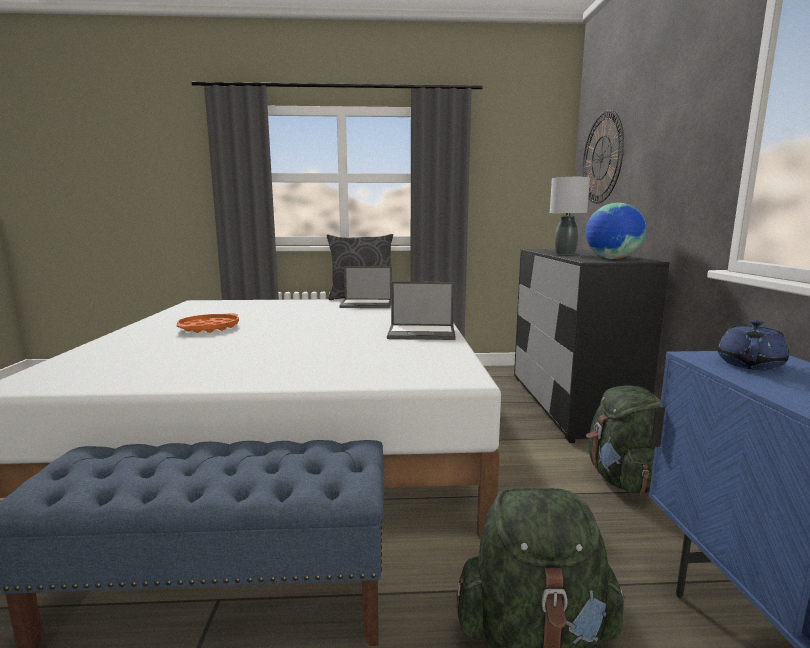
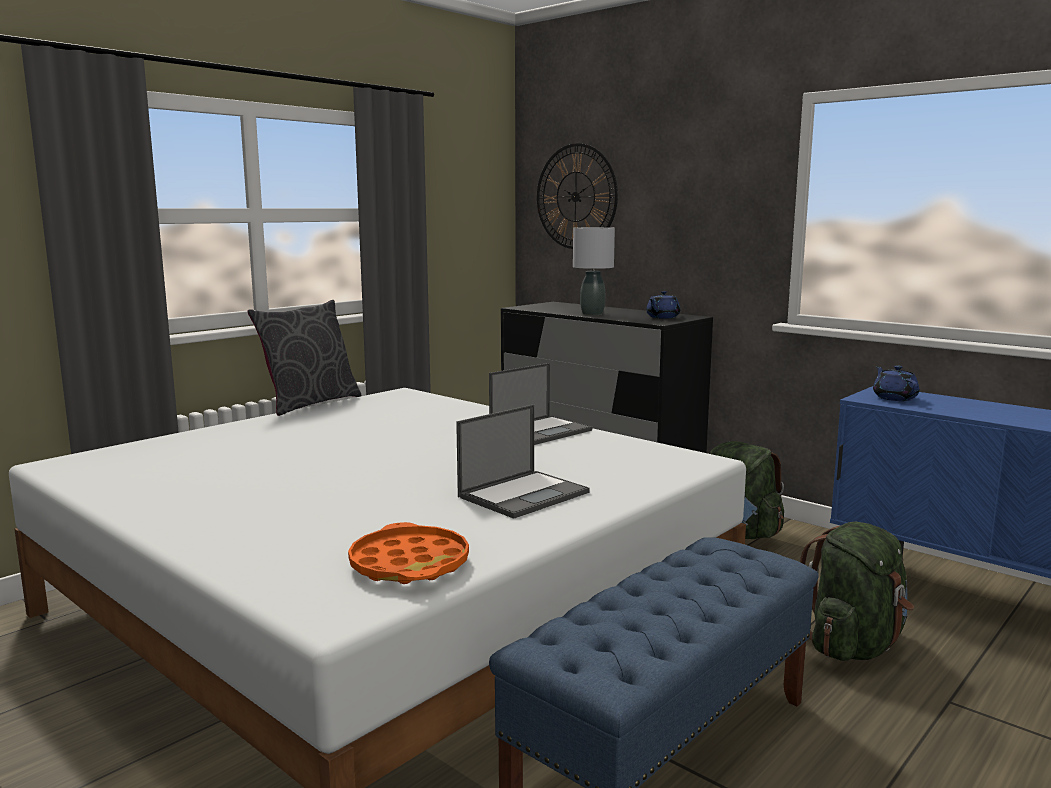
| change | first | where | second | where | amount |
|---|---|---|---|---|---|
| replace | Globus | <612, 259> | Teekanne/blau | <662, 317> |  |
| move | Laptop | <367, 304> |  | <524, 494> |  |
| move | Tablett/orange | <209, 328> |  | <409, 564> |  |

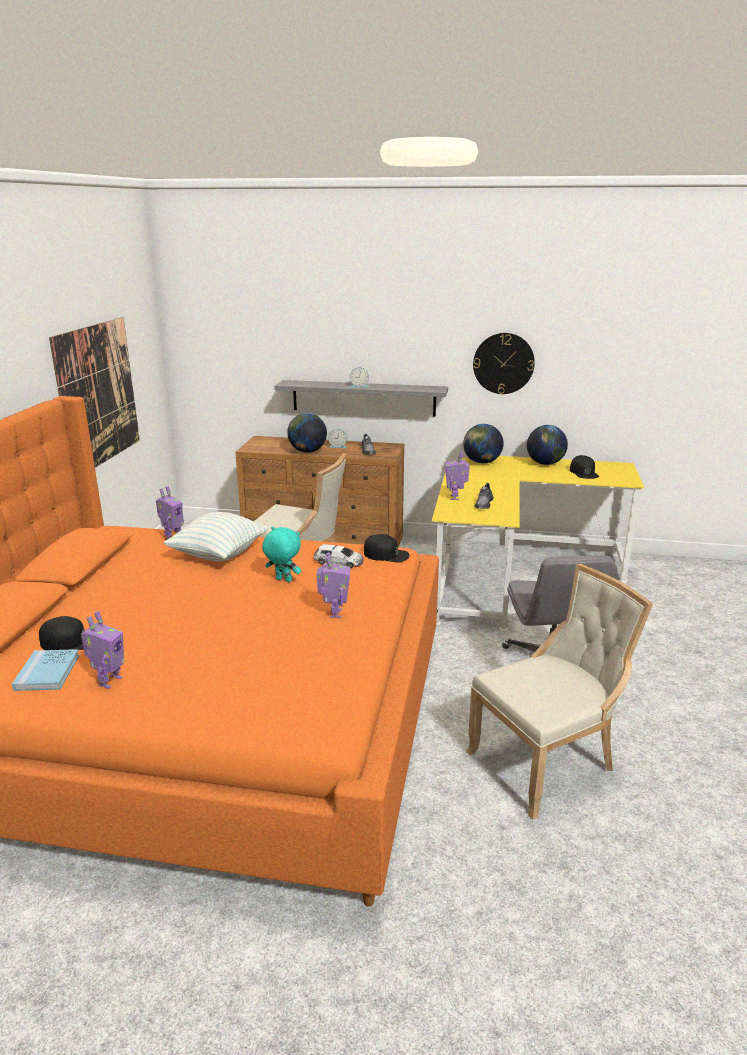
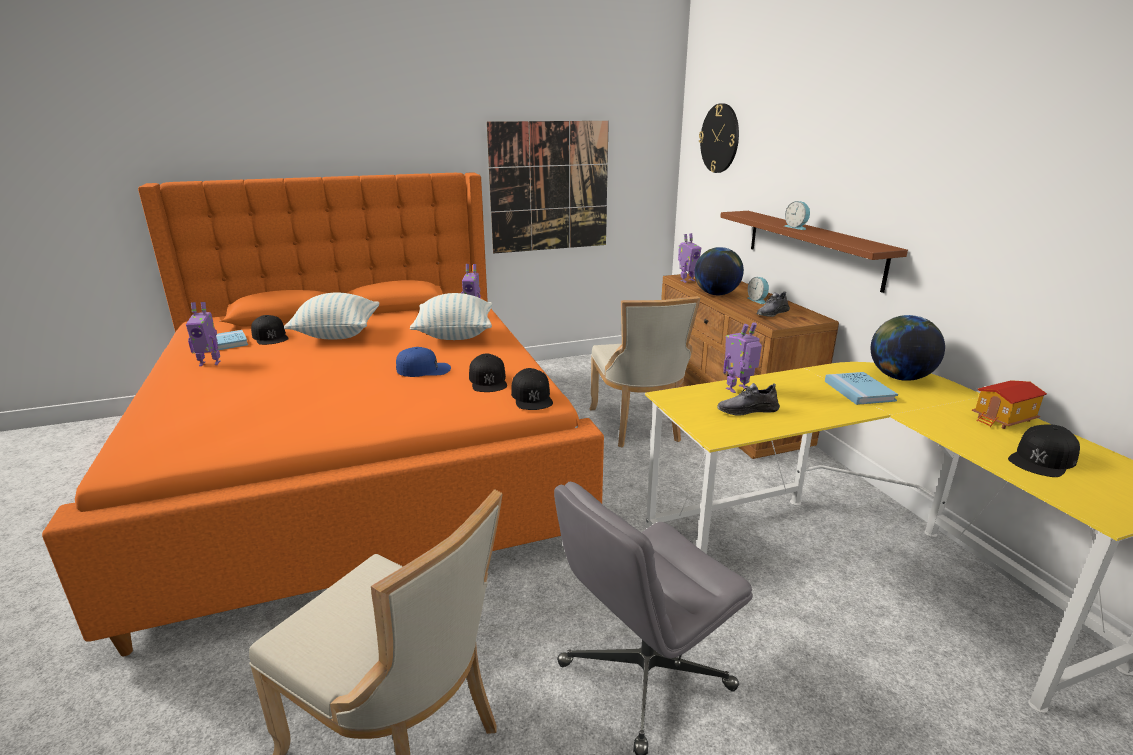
| change | first | where | second | where | amount |
|---|---|---|---|---|---|
| move | Wanduhr | <503, 363> |  | <720, 138> |  |
| recolor | Wandregal/grau | <363, 398> | Wandregal/braun | <812, 247> |  |
| replace | Globus | <545, 463> | Spielzeughaus | <1004, 419> |  |
| replace | Plüschtier/türkis | <283, 580> | Kappe/blau | <424, 369> |  |
| replace | Spielzeugauto | <339, 562> | Kappe/schwarz | <488, 380> |  |
| move | Spielzeugroboter | <334, 613> |  | <686, 280> |  |
| insert |  |  | Kissen | <337, 335> |  |
| insert |  |  | Buch/blau | <859, 391> |  |

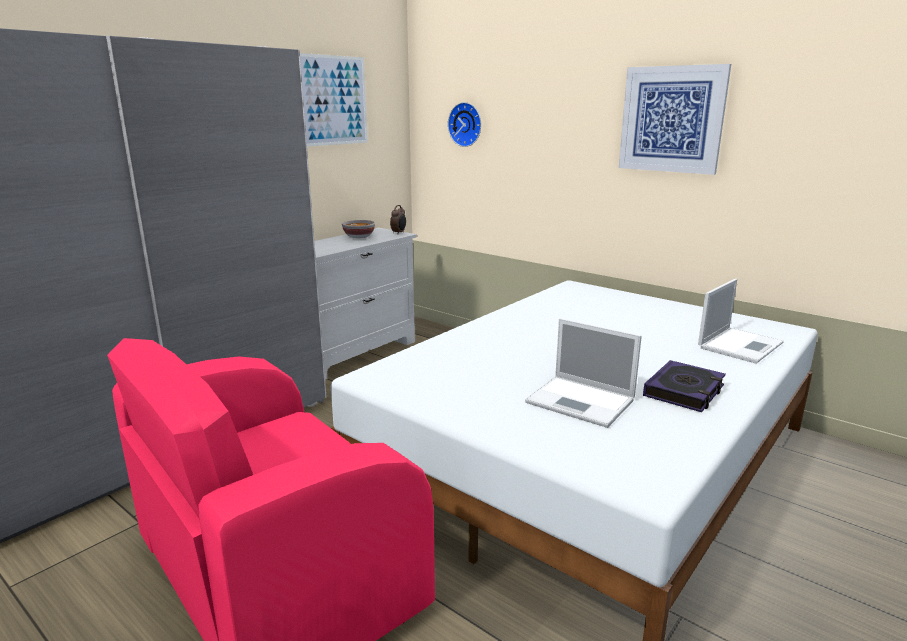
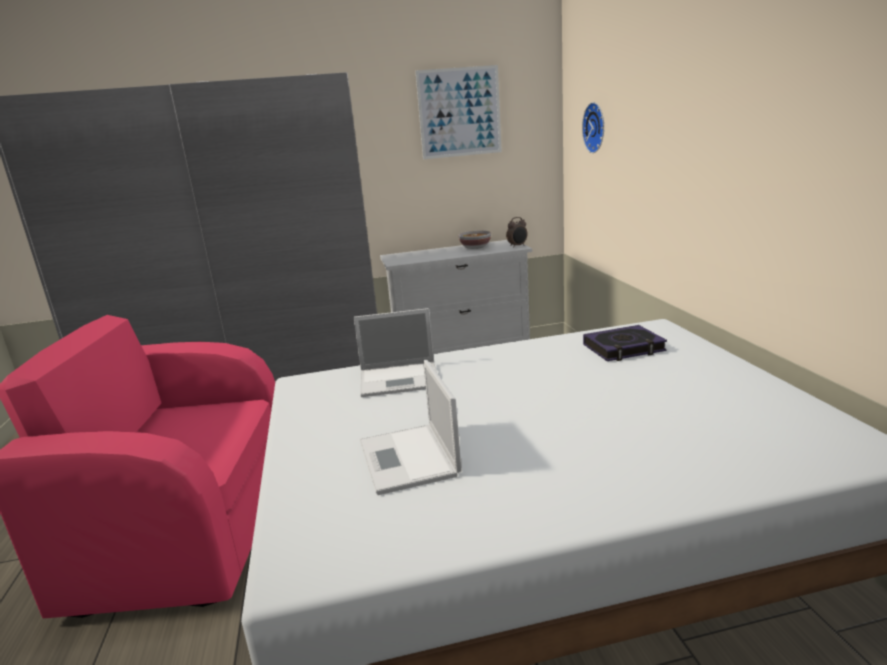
| change | first | where | second | where | amount |
|---|---|---|---|---|---|
| delete | Bild | <671, 119> |  |  |  |
| move | Laptop | <740, 345> |  | <401, 379> |  |
| move | Buch | <684, 391> |  | <623, 348> |  |

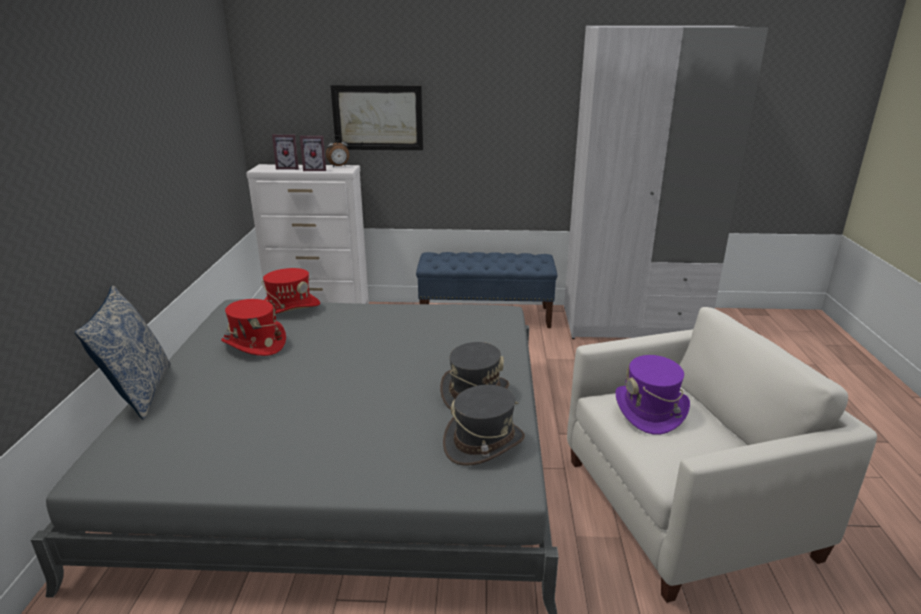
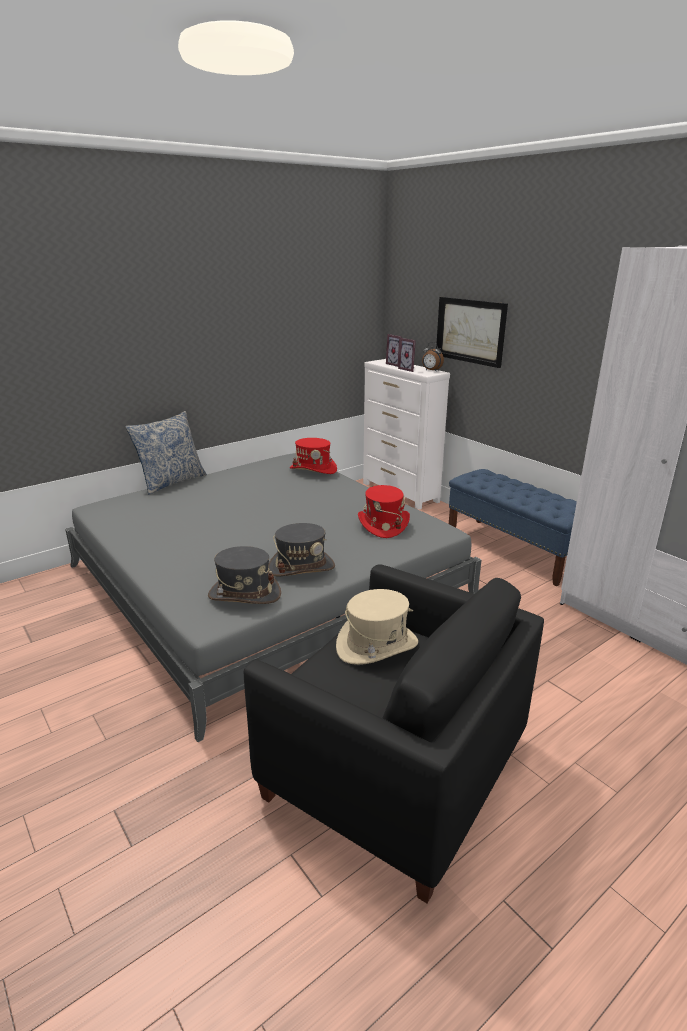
| change | first | where | second | where | amount |
|---|---|---|---|---|---|
| move | Hut/rot | <254, 343> |  | <383, 525> |  |
| recolor | Sessel/weiß | <684, 506> | Sessel/schwarz | <395, 767> |  |
| recolor | Hut/lila | <650, 410> | Hut/beige | <377, 646> |  |

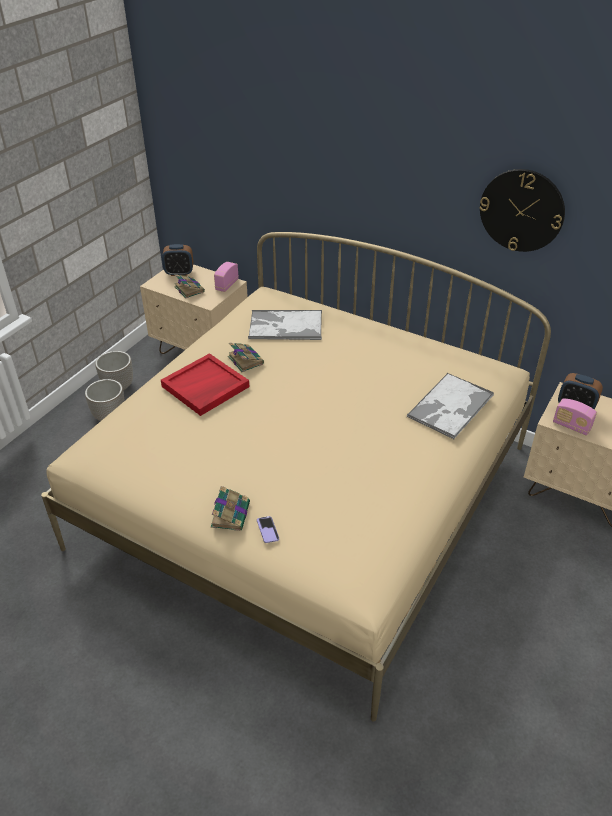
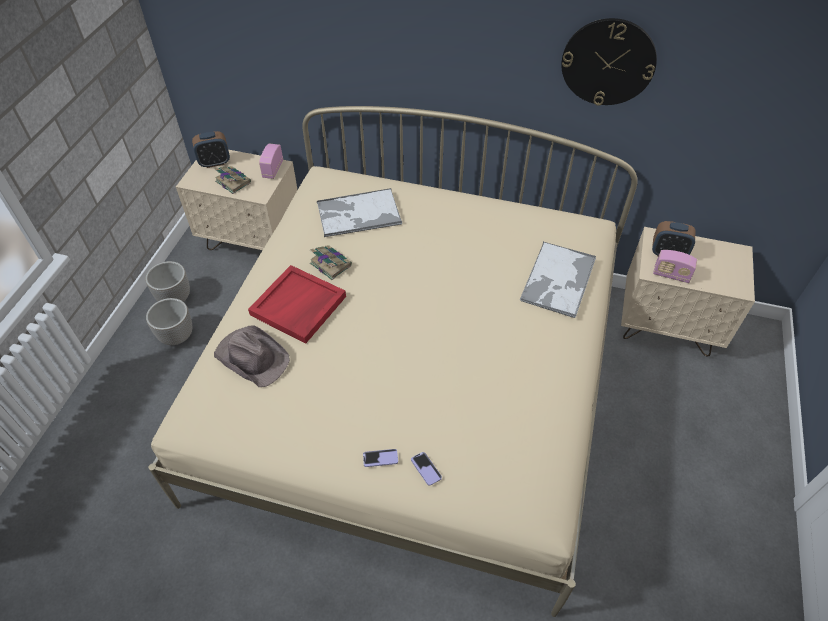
| change | first | where | second | where | amount |
|---|---|---|---|---|---|
| replace | Buch | <230, 514> | Handy | <380, 458> |  |
| insert |  |  | Hut/braun | <252, 357> |  |

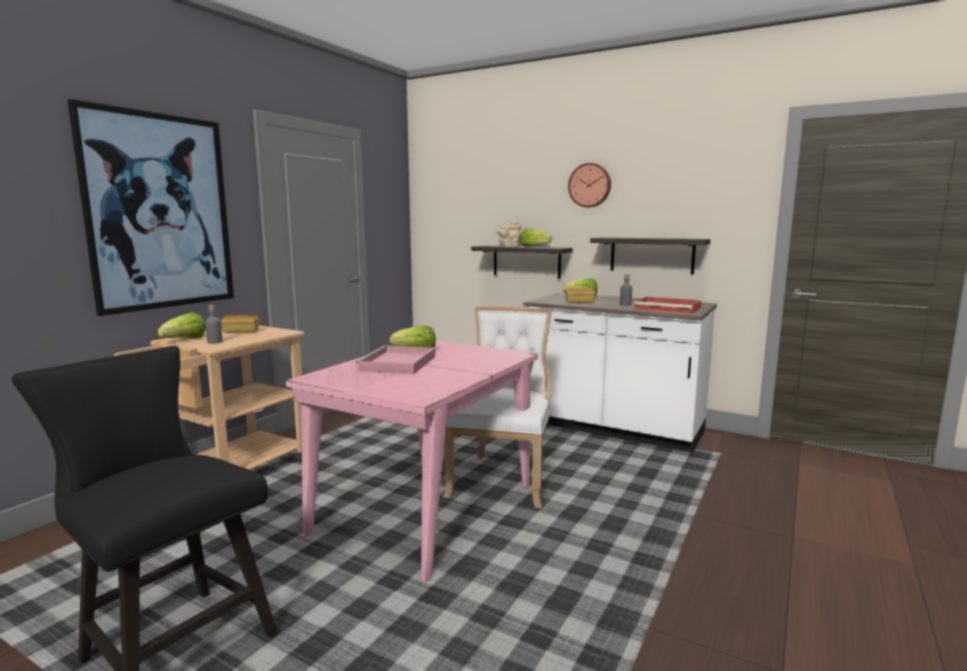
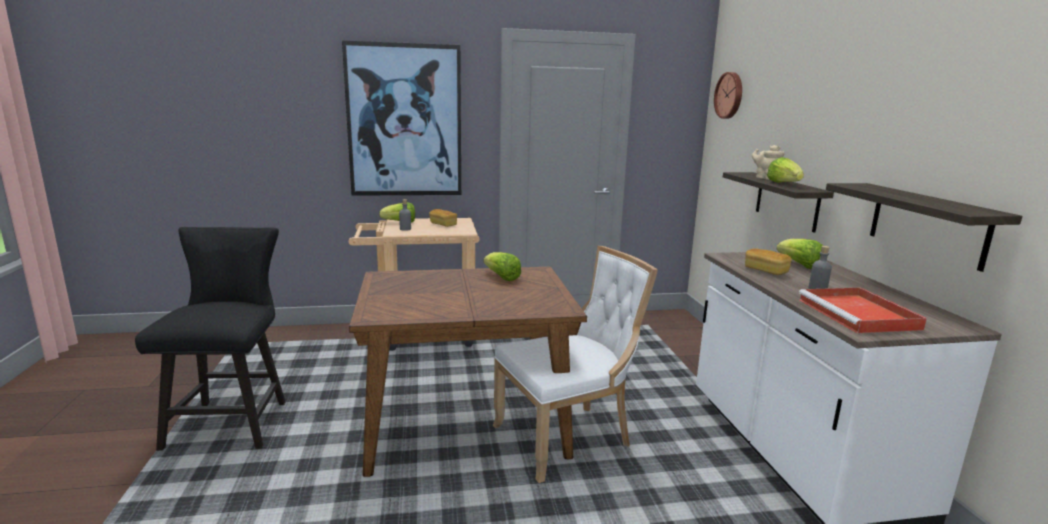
| change | first | where | second | where | amount |
|---|---|---|---|---|---|
| move | Wanduhr | <590, 185> |  | <730, 95> |  |
| recolor | Esstisch/rosa | <426, 508> | Esstisch/braun | <467, 426> |  |
| delete | Tablett/rosa | <398, 364> |  |  |  |

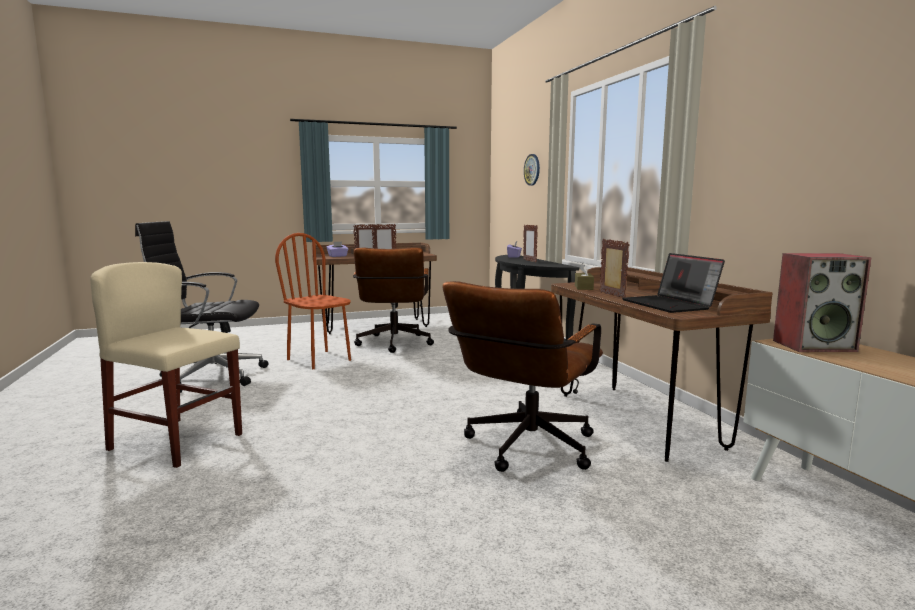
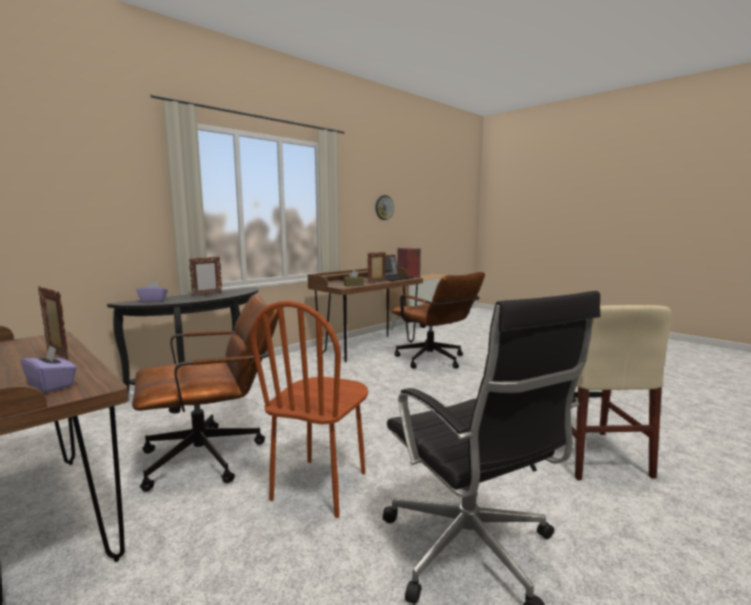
| change | first | where | second | where | amount |
|---|---|---|---|---|---|
| move | Wanduhr | <532, 169> |  | <384, 207> |  |
| rotate | Bürostuhl/braun | <524, 450> |  | <434, 361> | 45 degrees clockwise |

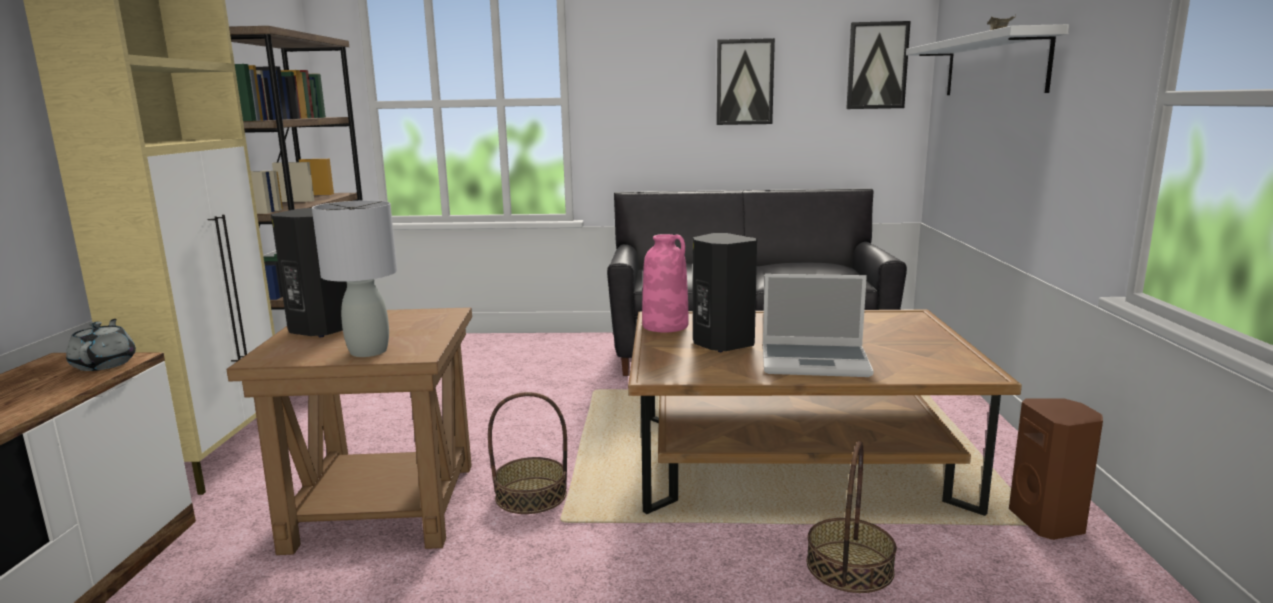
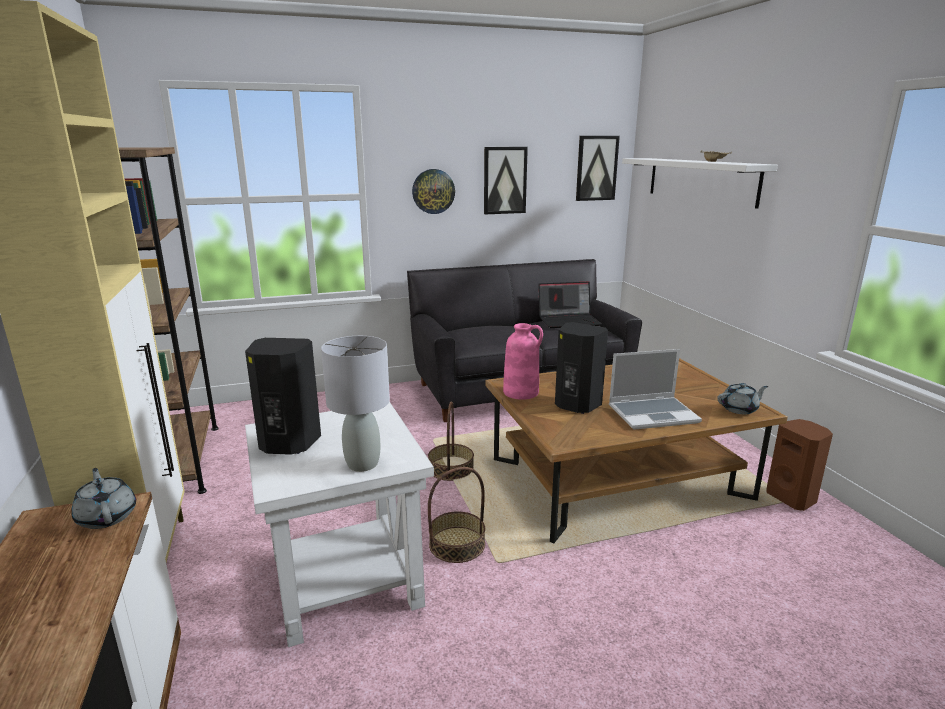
| change | first | where | second | where | amount |
|---|---|---|---|---|---|
| recolor | Beistelltisch/braun | <383, 505> | Beistelltisch/weiß | <343, 578> |  |
| move | Korb | <850, 566> |  | <451, 468> |  |
| insert |  |  | Wanduhr | <433, 191> |  |
| insert |  |  | Laptop | <569, 321> |  |
| insert |  |  | Teekanne/grau | <739, 409> |  |

